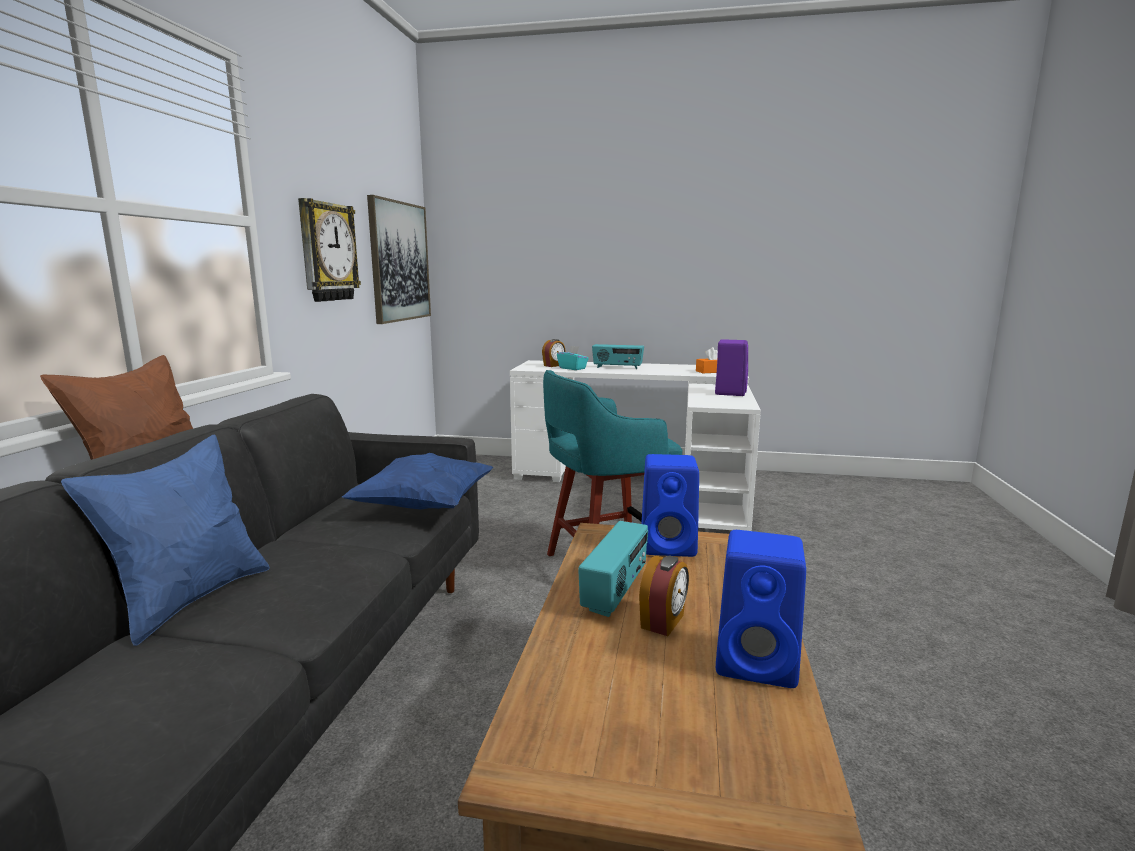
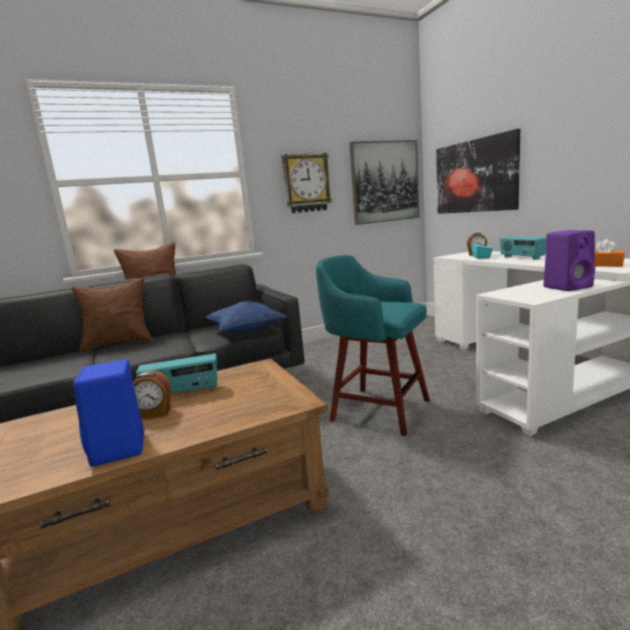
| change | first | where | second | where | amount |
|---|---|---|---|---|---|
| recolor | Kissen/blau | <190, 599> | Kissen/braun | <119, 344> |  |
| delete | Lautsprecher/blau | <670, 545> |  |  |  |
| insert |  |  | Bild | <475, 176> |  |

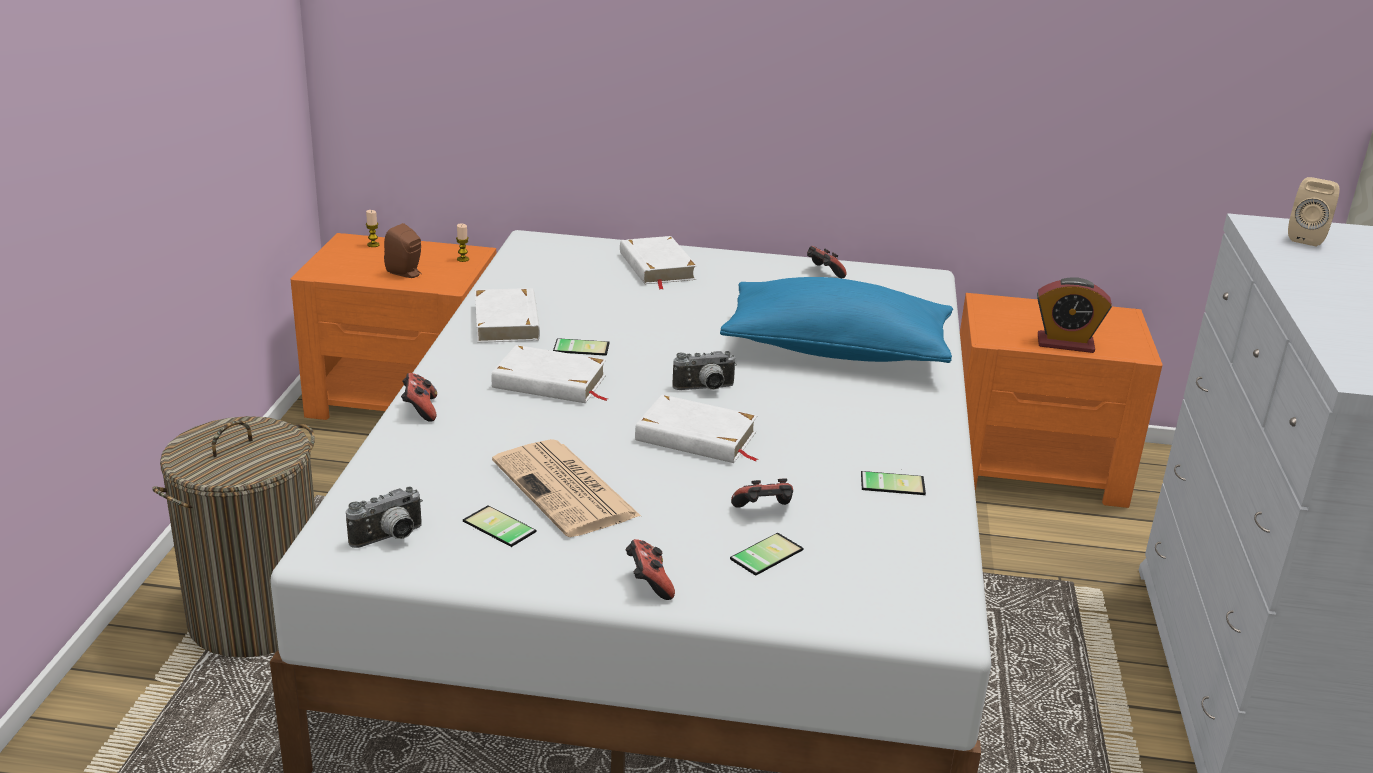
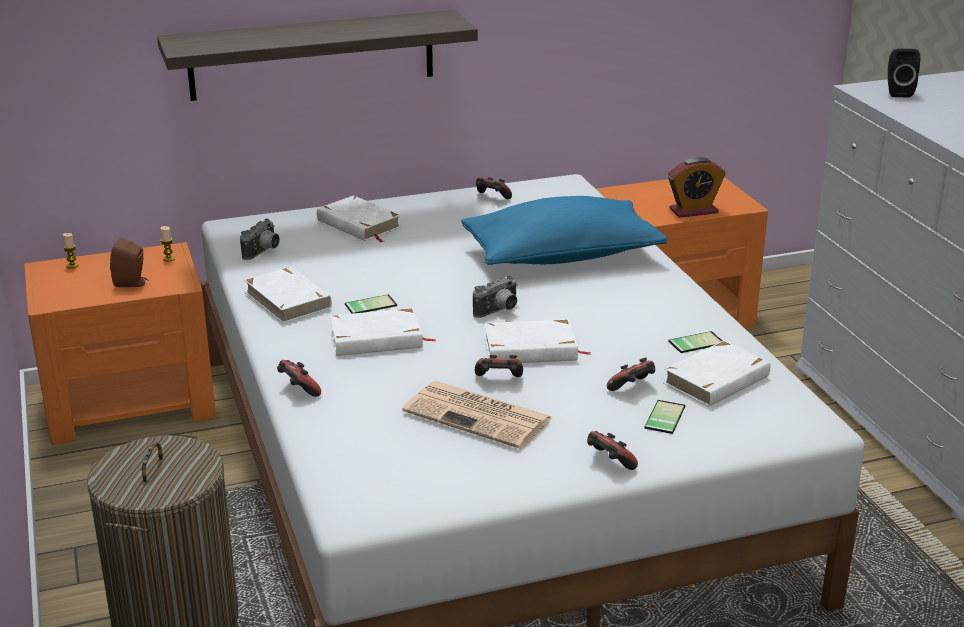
| change | first | where | second | where | amount |
|---|---|---|---|---|---|
| recolor | Lautsprecher/beige | <1307, 238> | Lautsprecher/schwarz | <898, 92> |  |
| move | Kamera | <390, 539> |  | <264, 252> |  |
| delete | Handy | <496, 528> |  |  |  |
| insert |  |  | Wandregal | <312, 55> |  |
| insert |  |  | Buch/weiß | <717, 380> |  |
| insert |  |  | Gamepad | <499, 381> |  |

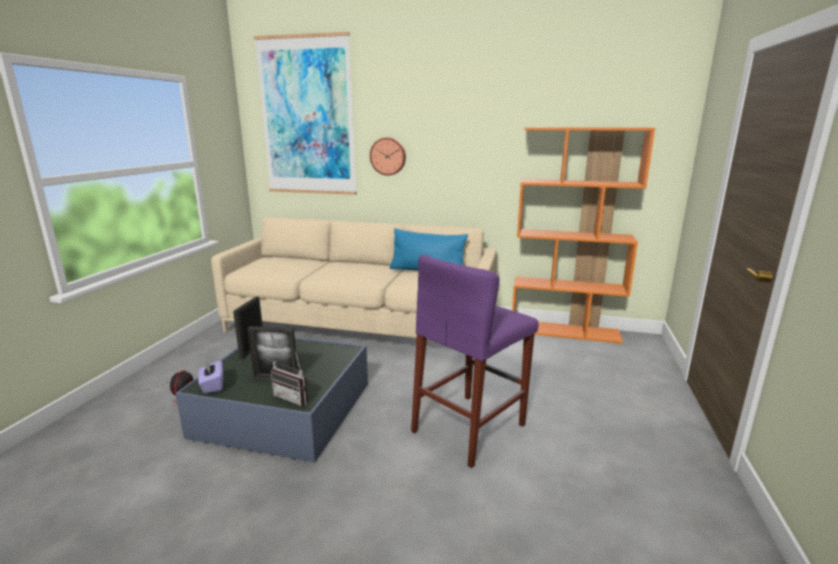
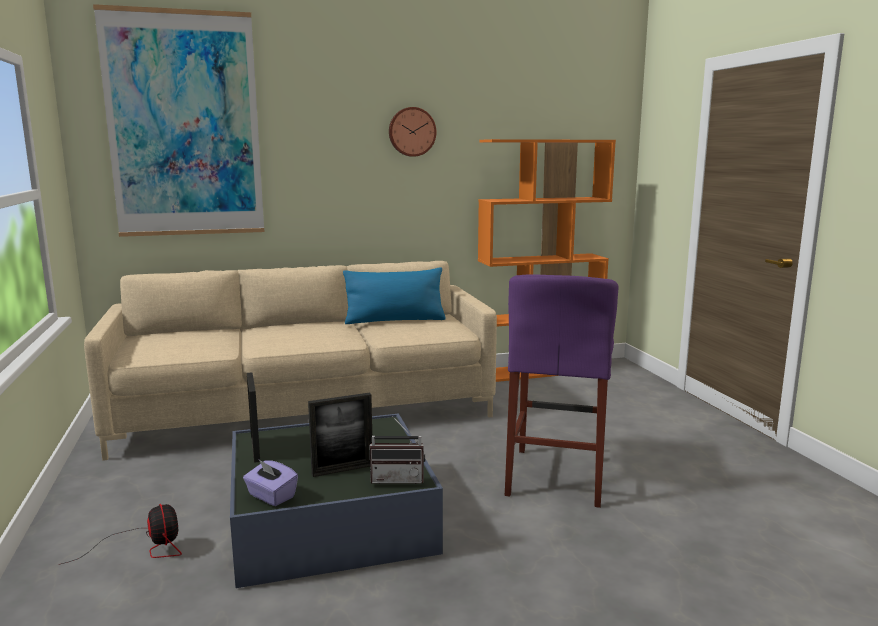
| change | first | where | second | where | amount |
|---|---|---|---|---|---|
| move | Wanduhr | <388, 156> |  | <412, 132> |  |

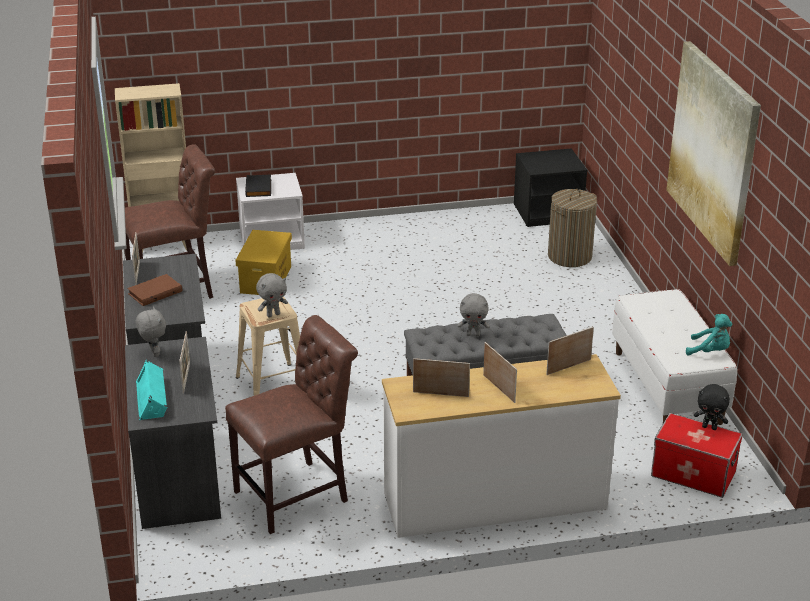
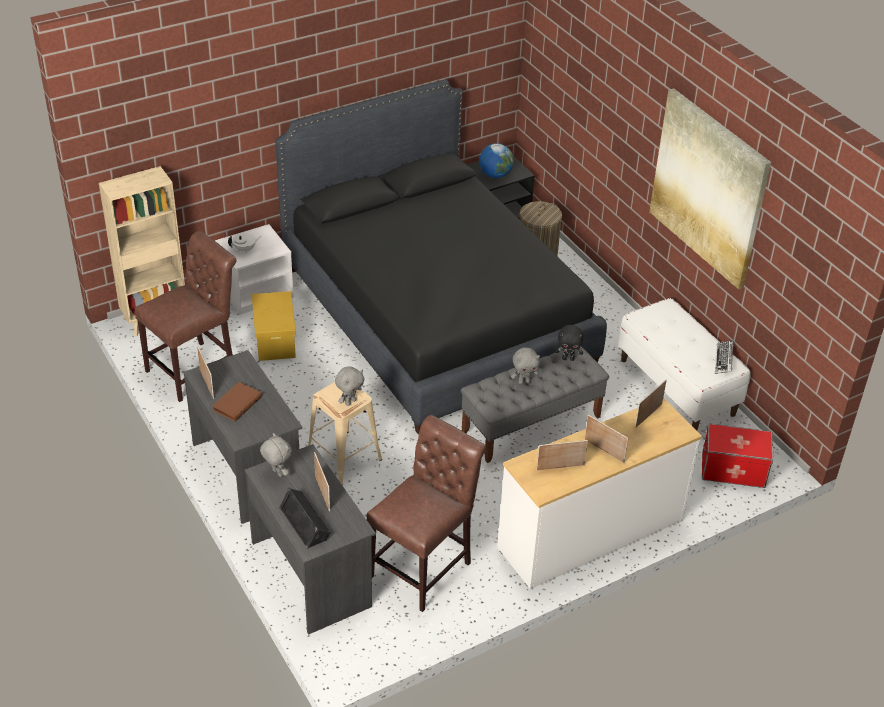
| change | first | where | second | where | amount |
|---|---|---|---|---|---|
| replace | Buch/schwarz | <259, 188> | Teekanne/weiß | <245, 249> |  |
| replace | Plüschtier/türkis | <710, 351> | Tastatur | <723, 360> |  |
| recolor | Lautsprecher/türkis | <153, 398> | Lautsprecher/schwarz | <305, 522> |  |
| move | Plüschtier/schwarz | <709, 427> |  | <568, 358> |  |
| insert |  |  | Bett/schwarz | <436, 315> |  |
| insert |  |  | Globus | <495, 175> |  |

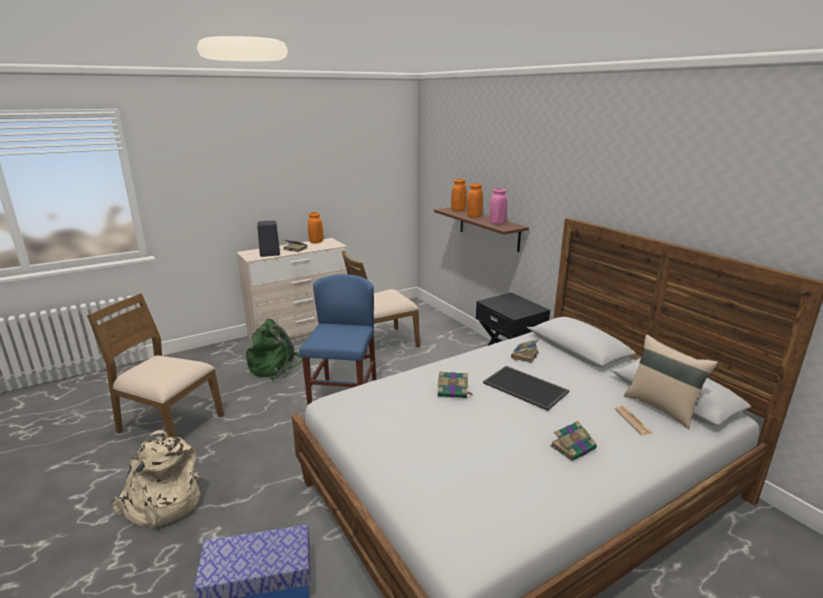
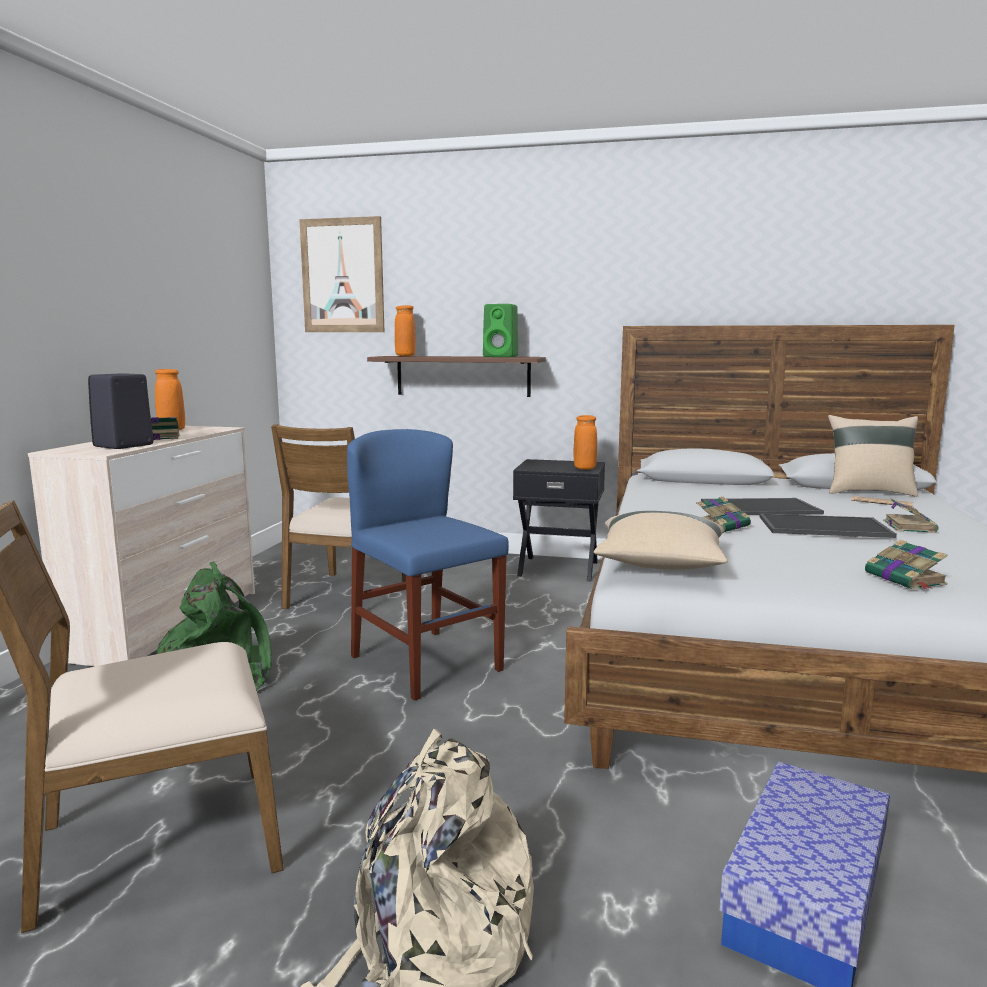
| change | first | where | second | where | amount |
|---|---|---|---|---|---|
| move | Vase/orange | <474, 216> |  | <584, 468> |  |
| replace | Vase/rosa | <497, 223> | Lautsprecher/grün | <502, 356> |  |
| move | Buch | <524, 355> |  | <906, 579> |  |
| insert |  |  | Bild | <342, 276> |  |
| insert |  |  | Kissen/beige | <660, 565> |  |
| insert |  |  | Tablett | <823, 527> |  |

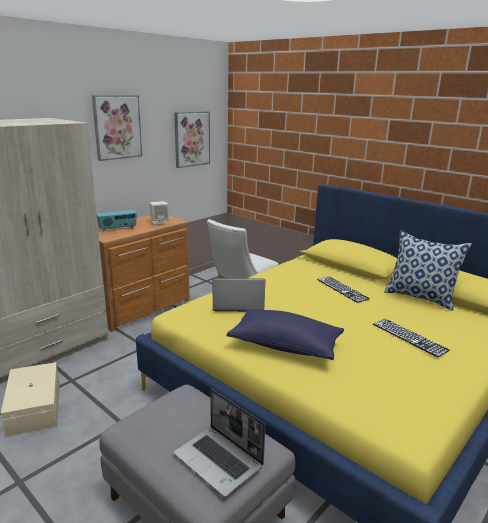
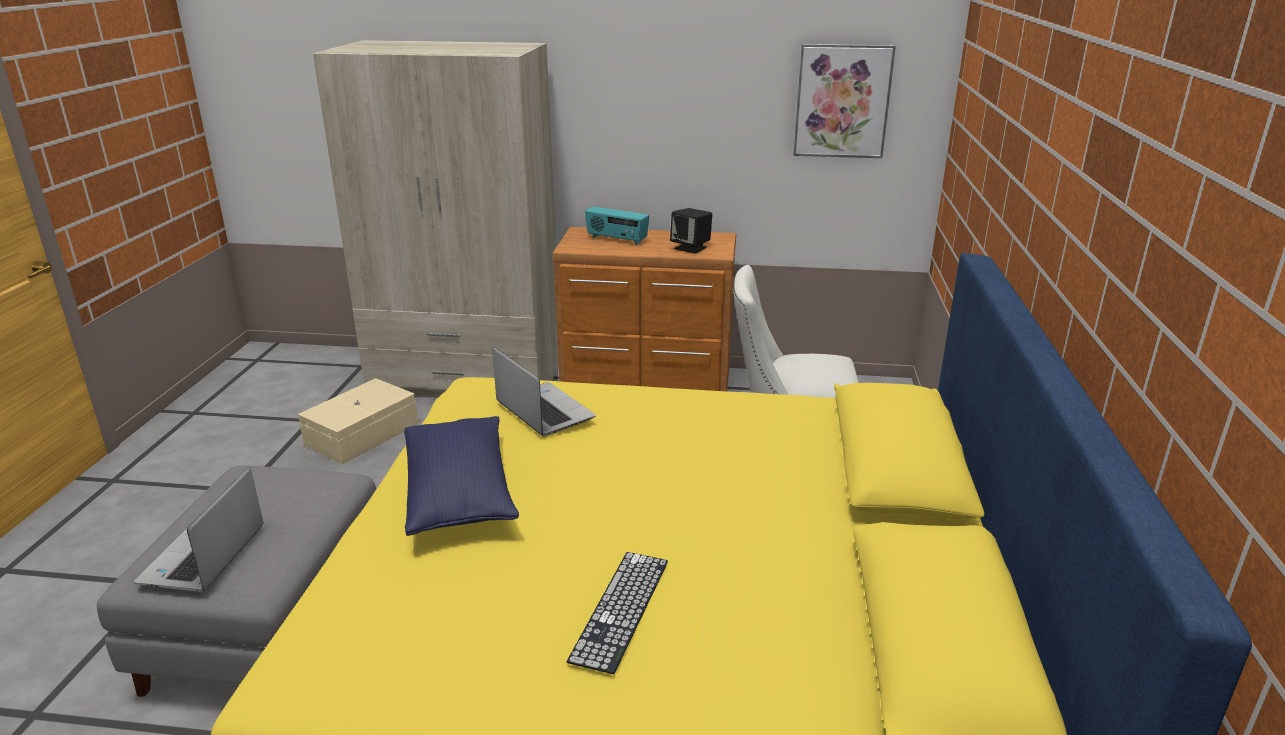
| change | first | where | second | where | amount |
|---|---|---|---|---|---|
| delete | Bild | <117, 127> |  |  |  |
| recolor | Lautsprecher/beige | <159, 222> | Lautsprecher/schwarz | <691, 248> |  |
| delete | Kissen | <420, 298> |  |  |  |
| delete | Tastatur | <342, 289> |  |  |  |

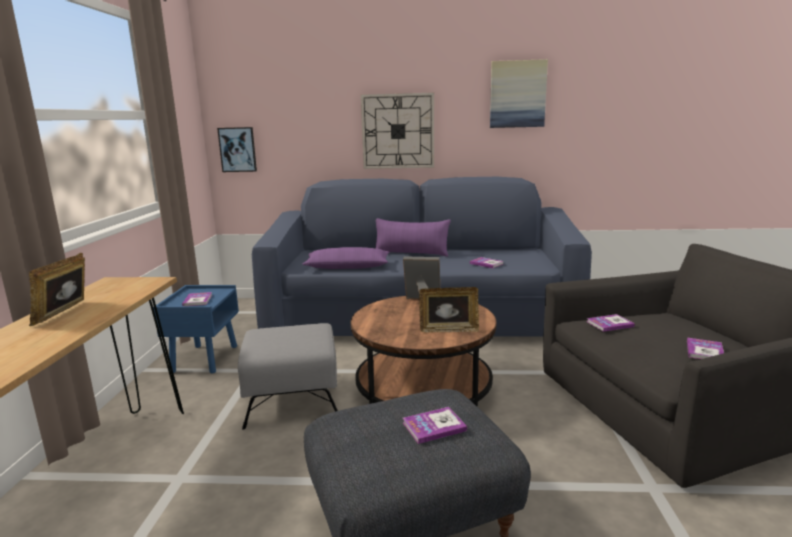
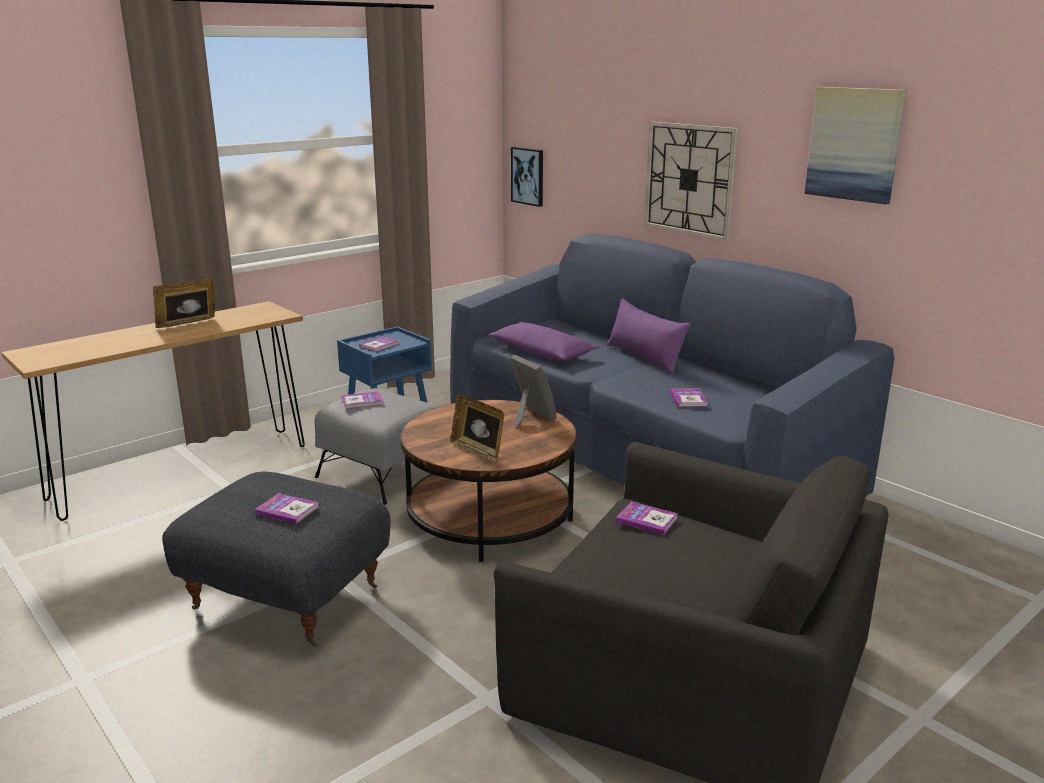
| change | first | where | second | where | amount |
|---|---|---|---|---|---|
| move | Buch | <704, 351> |  | <362, 401> |  |

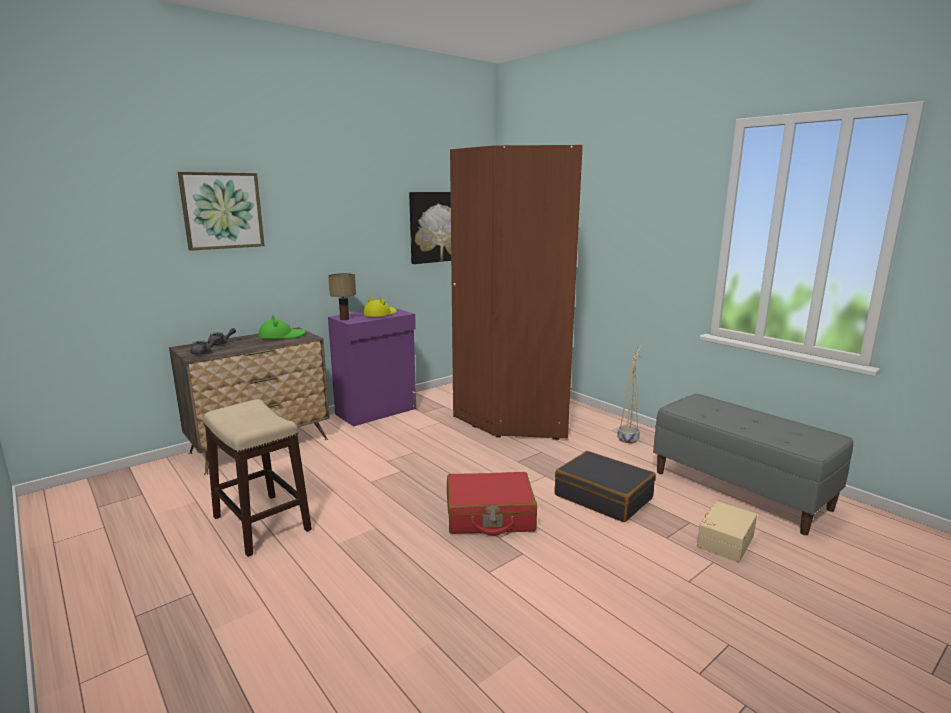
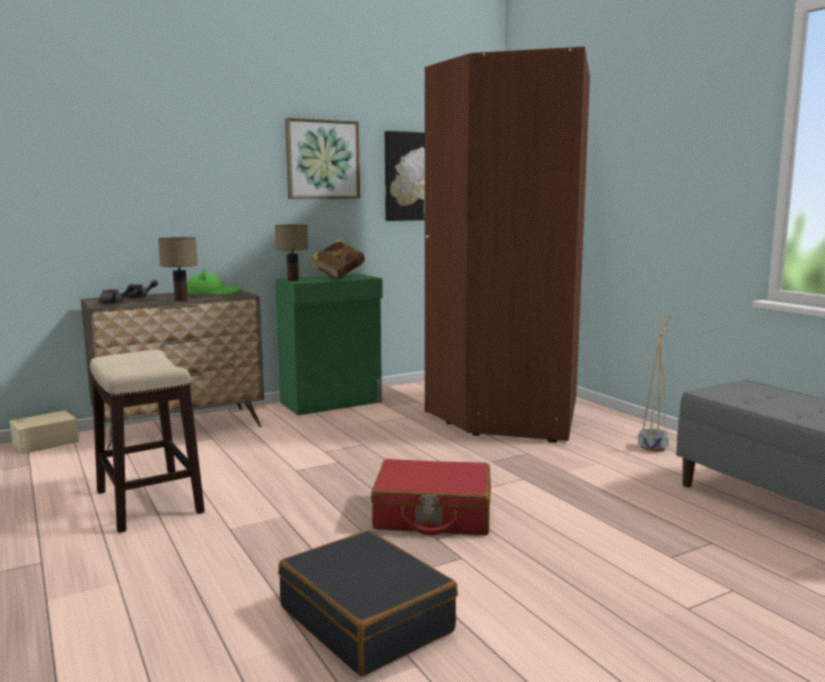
| change | first | where | second | where | amount |
|---|---|---|---|---|---|
| move | Bild | <222, 210> |  | <322, 159> |  |
| replace | Hut/gelb | <380, 314> | Buch | <338, 277> |  |
| recolor | Schrank/lila | <377, 411> | Schrank/grün | <332, 402> |  |
| move | Koffer/schwarz | <603, 497> |  | <367, 619> |  |
| move | Aufbewahrungsbox/beige | <723, 541> |  | <45, 442> |  |
| insert |  |  | Tischlampe | <181, 300> |  |

